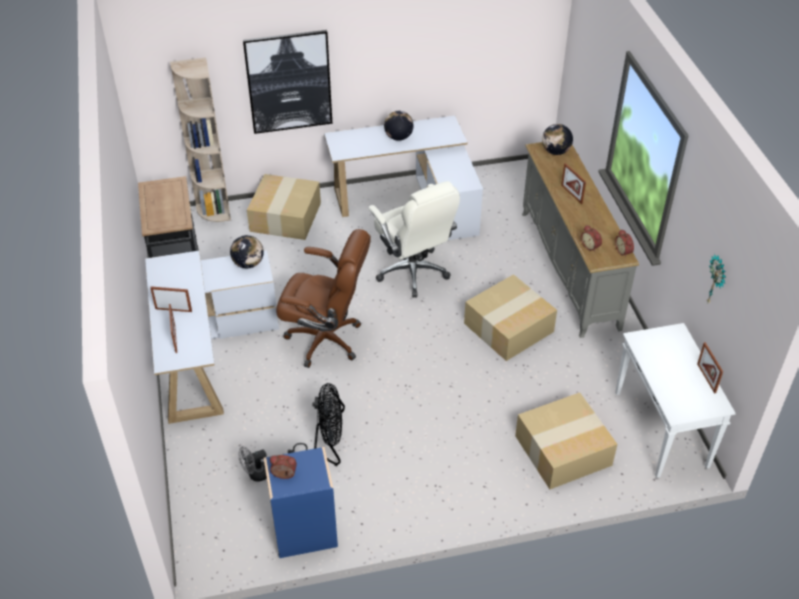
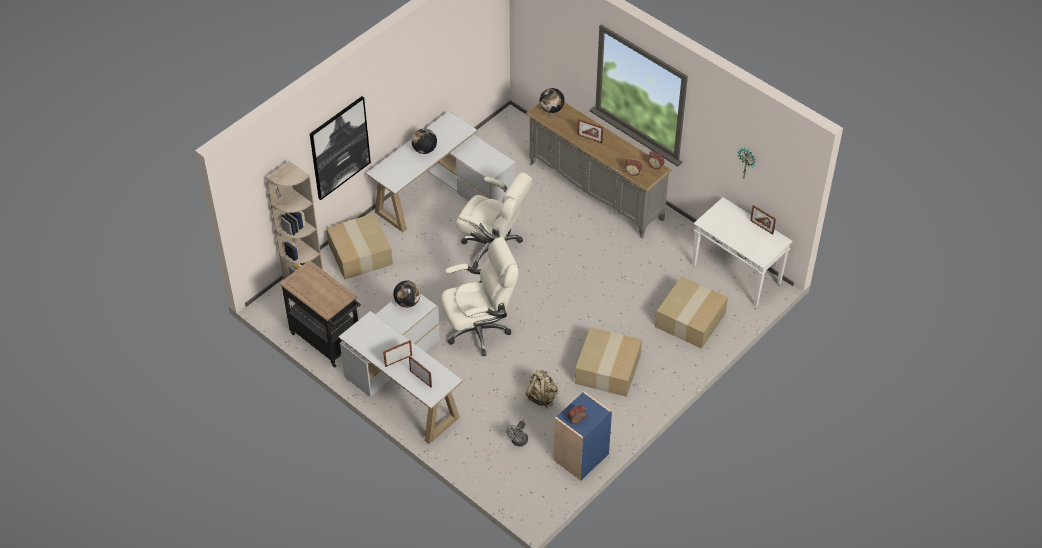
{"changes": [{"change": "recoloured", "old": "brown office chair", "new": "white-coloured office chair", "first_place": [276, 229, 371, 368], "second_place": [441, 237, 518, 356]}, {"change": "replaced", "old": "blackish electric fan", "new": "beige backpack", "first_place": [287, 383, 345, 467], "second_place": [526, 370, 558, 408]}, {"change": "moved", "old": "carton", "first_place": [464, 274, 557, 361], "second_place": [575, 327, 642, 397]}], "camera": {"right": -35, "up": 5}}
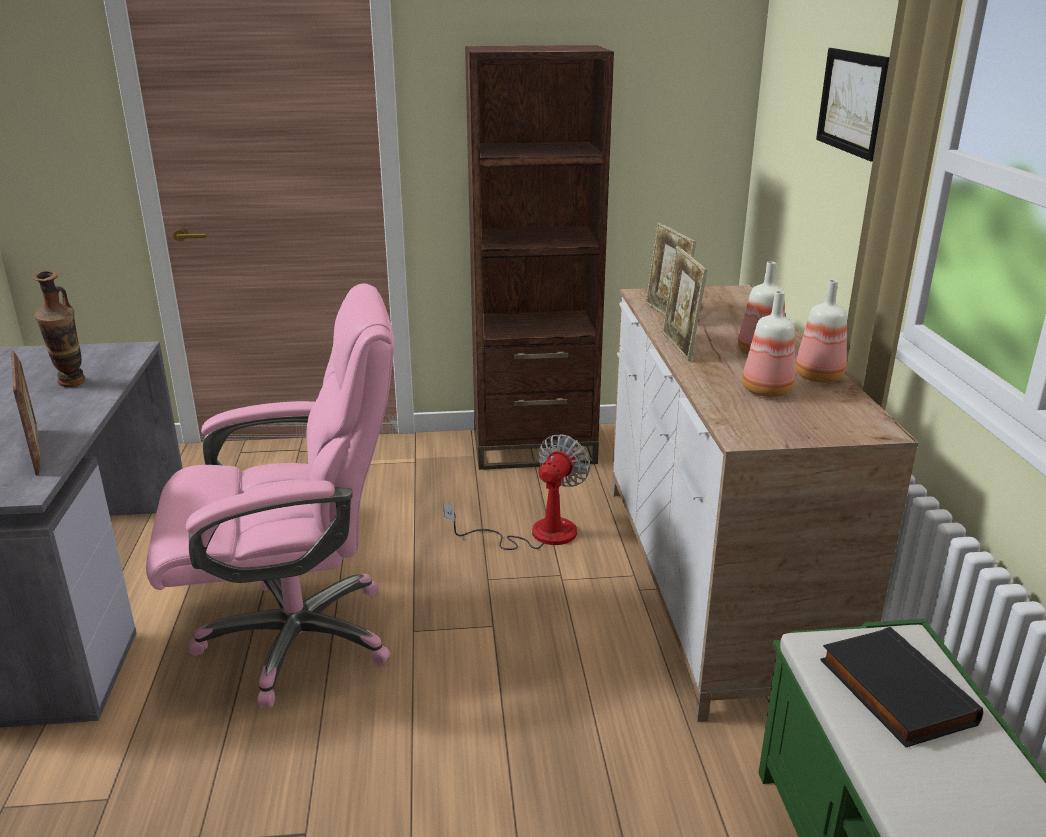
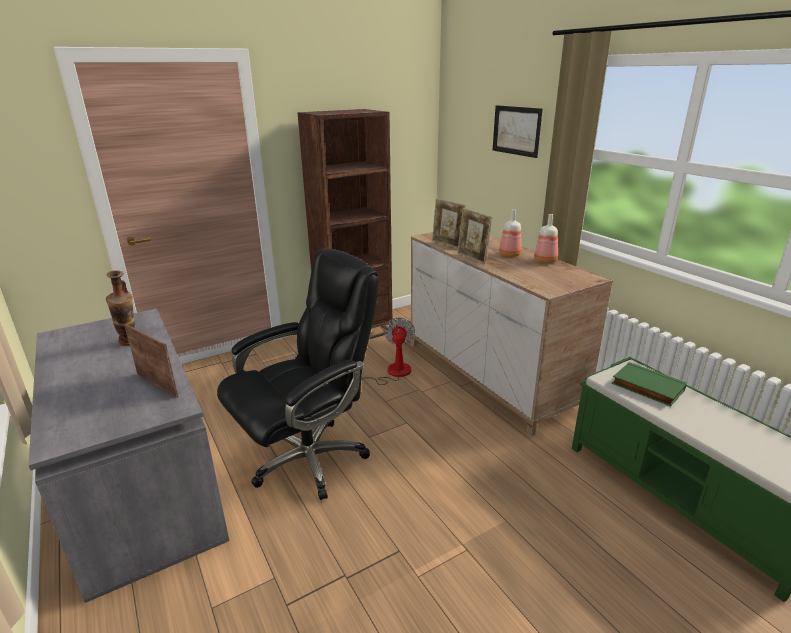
{"changes": [{"change": "recoloured", "old": "pink-coloured office chair", "new": "blackish office chair", "first_place": [146, 283, 394, 707], "second_place": [217, 249, 378, 500]}, {"change": "removed", "old": "bottle", "first_place": [742, 291, 795, 397]}, {"change": "recoloured", "old": "blackish volume", "new": "green-coloured volume", "first_place": [820, 627, 983, 747], "second_place": [612, 362, 687, 406]}], "camera": {"right": -25, "up": 0}}
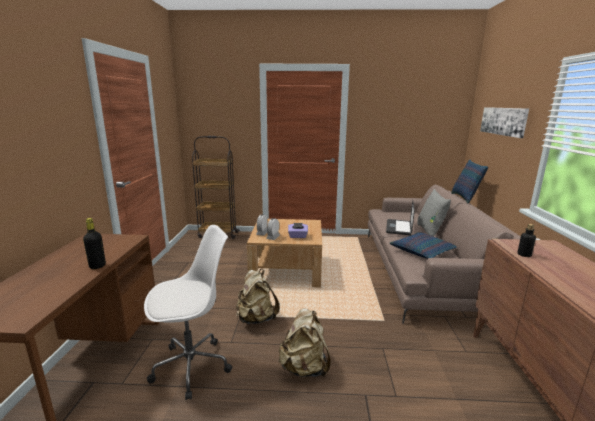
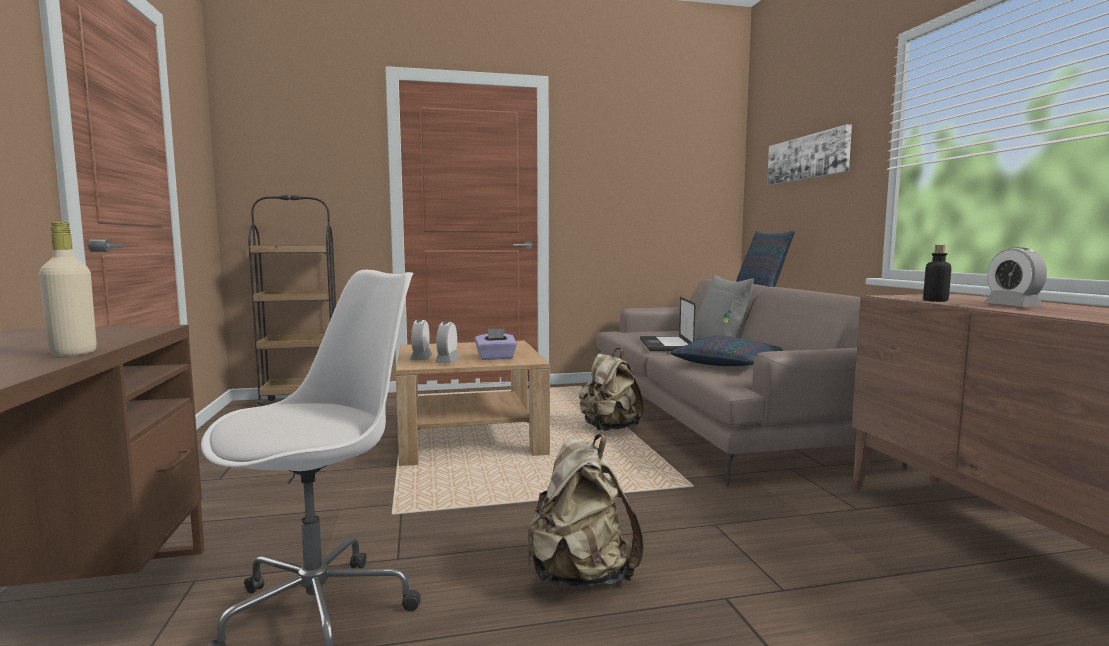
{"changes": [{"change": "recoloured", "old": "blackish bottle", "new": "beige bottle", "first_place": [83, 218, 106, 269], "second_place": [39, 222, 97, 356]}, {"change": "moved", "old": "beige backpack", "first_place": [236, 269, 279, 324], "second_place": [579, 348, 644, 431]}, {"change": "added", "new": "alarm clock", "second_place": [985, 247, 1047, 306]}], "camera": {"right": -15, "up": -10}}
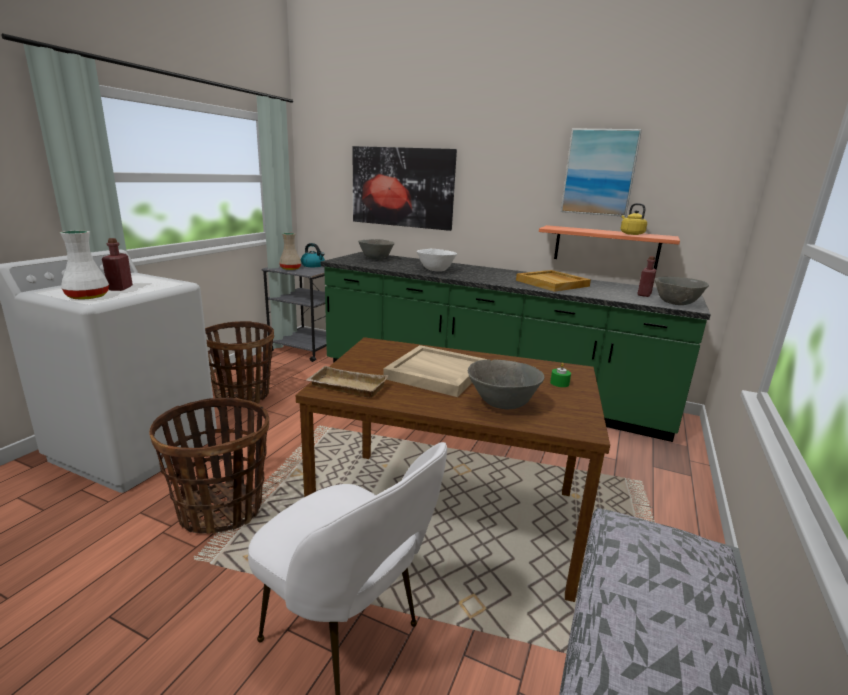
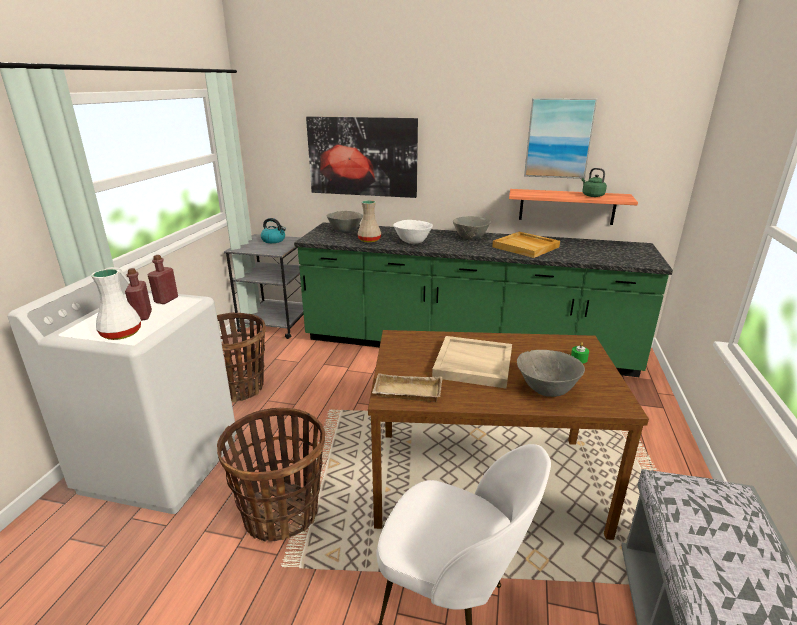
{"changes": [{"change": "moved", "old": "beige decorative vase", "first_place": [279, 233, 301, 270], "second_place": [357, 200, 381, 242]}, {"change": "recoloured", "old": "yellowish kettle", "new": "green-coloured kettle", "first_place": [621, 203, 647, 235], "second_place": [581, 168, 607, 197]}, {"change": "moved", "old": "reddish bottle", "first_place": [637, 256, 656, 297], "second_place": [148, 255, 178, 304]}, {"change": "moved", "old": "gray serving bowl", "first_place": [654, 277, 709, 305], "second_place": [453, 216, 491, 240]}], "camera": {"right": -10, "up": 5}}
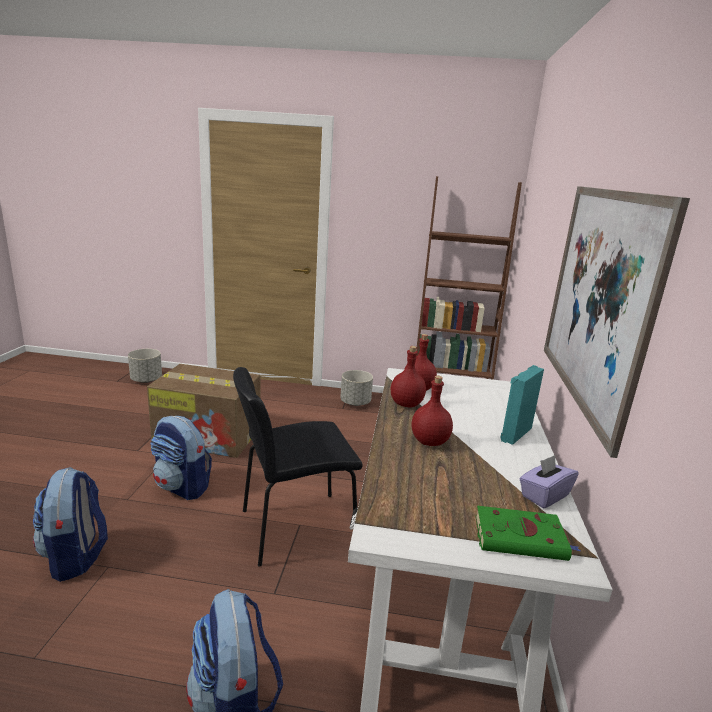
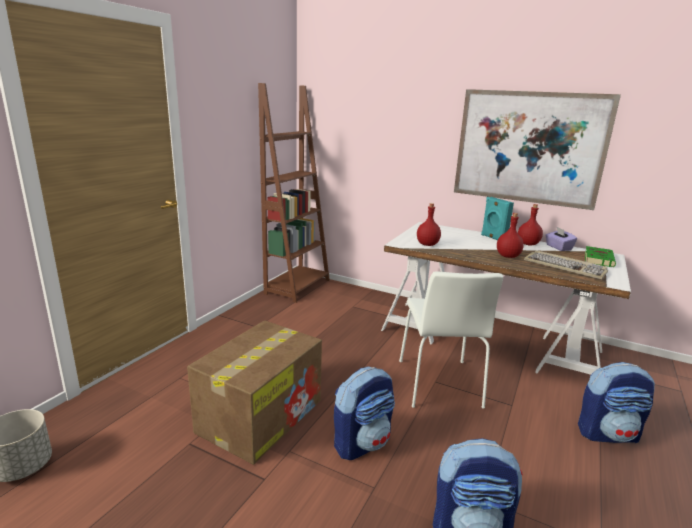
{"changes": [{"change": "recoloured", "old": "blackish chair", "new": "white-coloured chair", "first_place": [233, 367, 363, 567], "second_place": [399, 272, 503, 409]}, {"change": "removed", "old": "gray planter", "first_place": [340, 370, 373, 406]}, {"change": "moved", "old": "reddish bottle", "first_place": [391, 346, 426, 407], "second_place": [518, 204, 543, 246]}, {"change": "added", "new": "PC keyboard", "second_place": [524, 250, 608, 279]}], "camera": {"right": -70, "up": 0}}
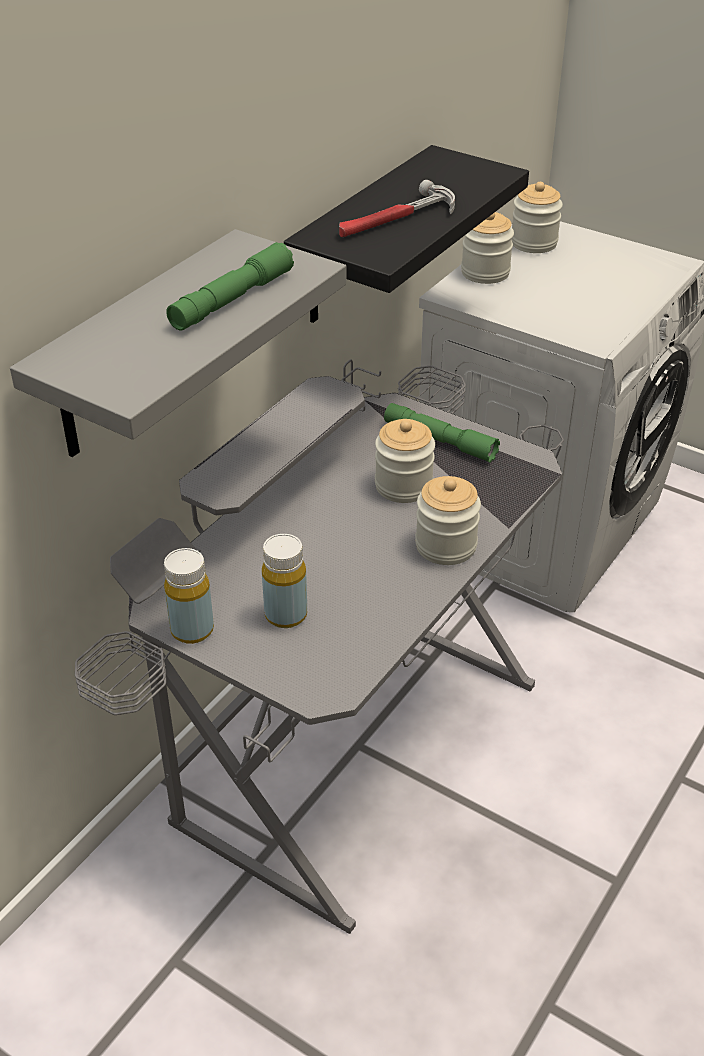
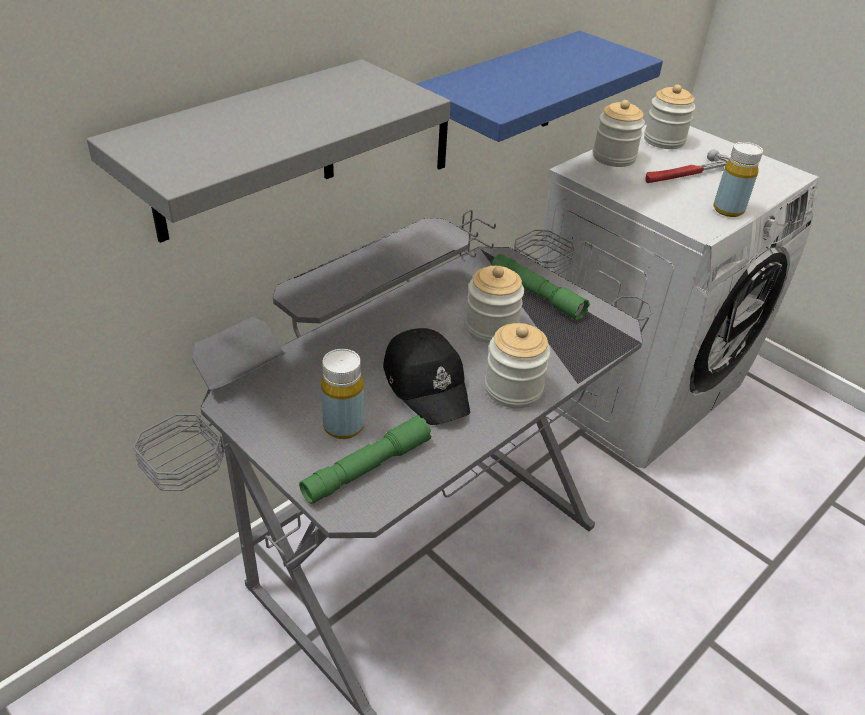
{"changes": [{"change": "moved", "old": "yellowish bottle", "first_place": [164, 548, 214, 644], "second_place": [714, 142, 763, 217]}, {"change": "moved", "old": "green-coloured torch", "first_place": [166, 242, 294, 330], "second_place": [299, 415, 432, 504]}, {"change": "recoloured", "old": "blackish bracket shelf", "new": "blue-coloured bracket shelf", "first_place": [284, 145, 529, 323], "second_place": [416, 31, 663, 170]}, {"change": "moved", "old": "hammer", "first_place": [339, 180, 455, 237], "second_place": [645, 149, 730, 183]}, {"change": "added", "new": "blackish peaked cap", "second_place": [383, 328, 470, 425]}], "camera": {"right": 10, "up": 0}}
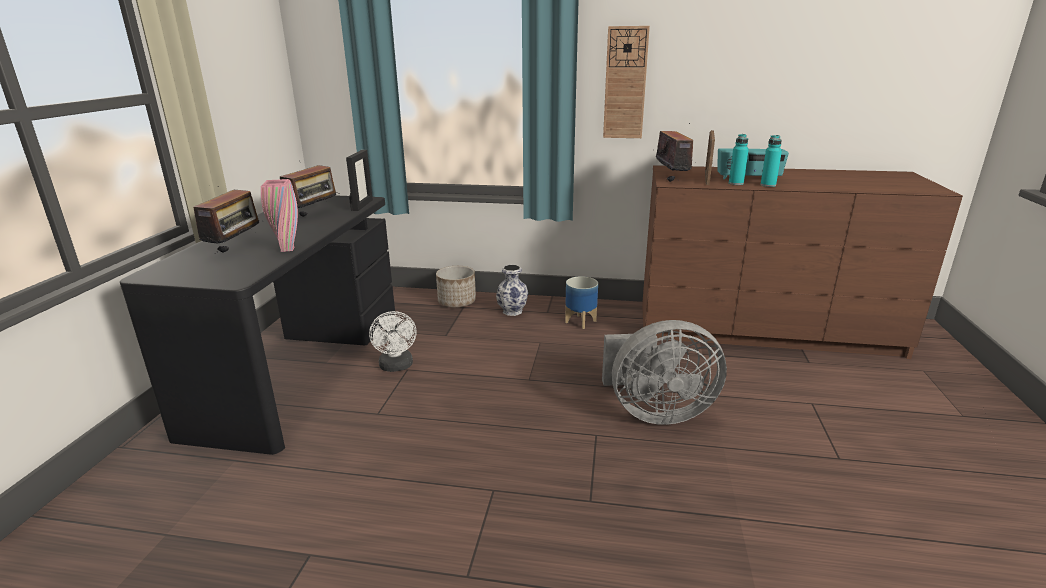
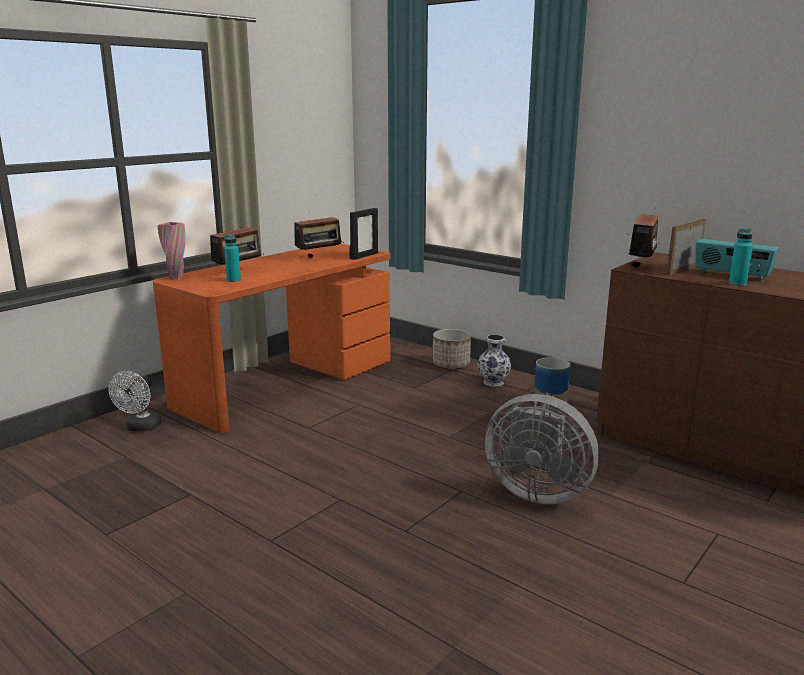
{"changes": [{"change": "recoloured", "old": "blackish desk unit", "new": "orangey desk unit", "first_place": [120, 195, 395, 455], "second_place": [153, 244, 390, 433]}, {"change": "moved", "old": "pink-coloured decorative vase", "first_place": [261, 179, 298, 252], "second_place": [158, 222, 186, 280]}, {"change": "moved", "old": "white-coloured electric fan", "first_place": [369, 311, 417, 372], "second_place": [108, 371, 162, 432]}, {"change": "removed", "old": "hanging clock", "first_place": [603, 26, 650, 138]}, {"change": "moved", "old": "turquoise-coloured bottle", "first_place": [729, 134, 749, 185], "second_place": [224, 234, 241, 282]}], "camera": {"right": 30, "up": -5}}
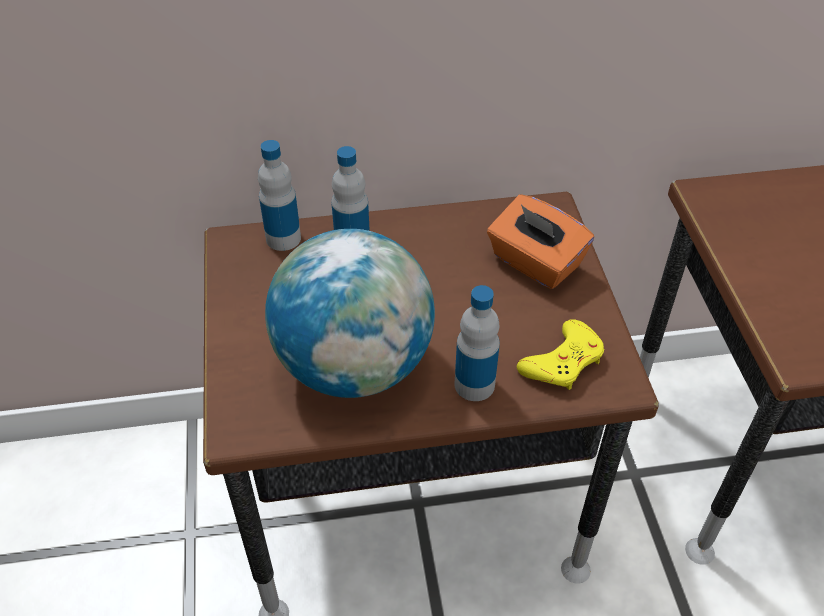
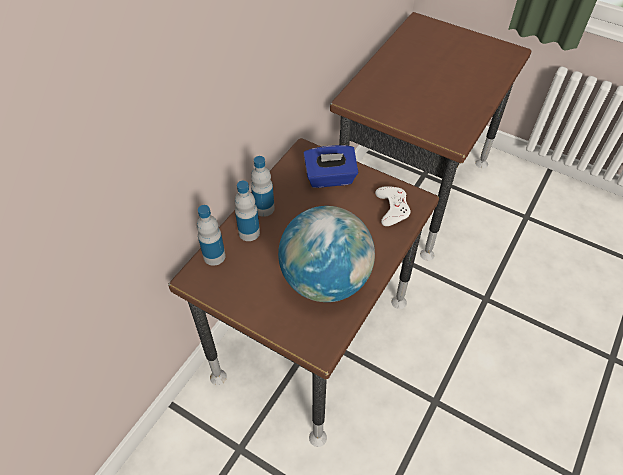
{"changes": [{"change": "moved", "old": "bottle", "first_place": [455, 285, 500, 401], "second_place": [251, 156, 275, 217]}, {"change": "recoloured", "old": "orangey tissue box", "new": "blue-coloured tissue box", "first_place": [487, 195, 594, 289], "second_place": [303, 145, 358, 188]}, {"change": "recoloured", "old": "yellowish gamepad", "new": "white-coloured gamepad", "first_place": [517, 319, 604, 390], "second_place": [375, 186, 411, 226]}], "camera": {"right": -50, "up": 5}}
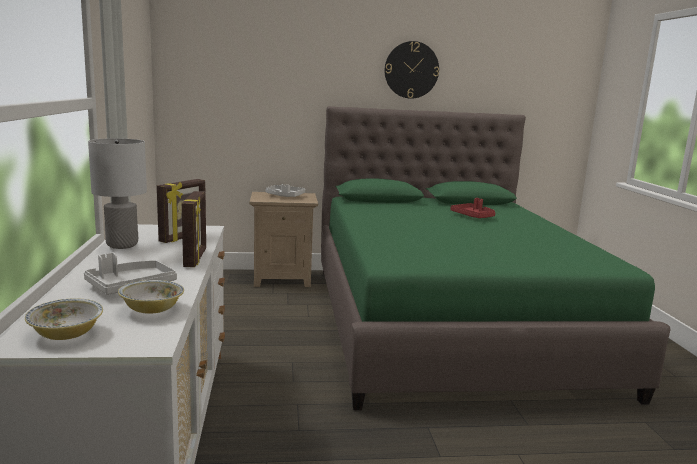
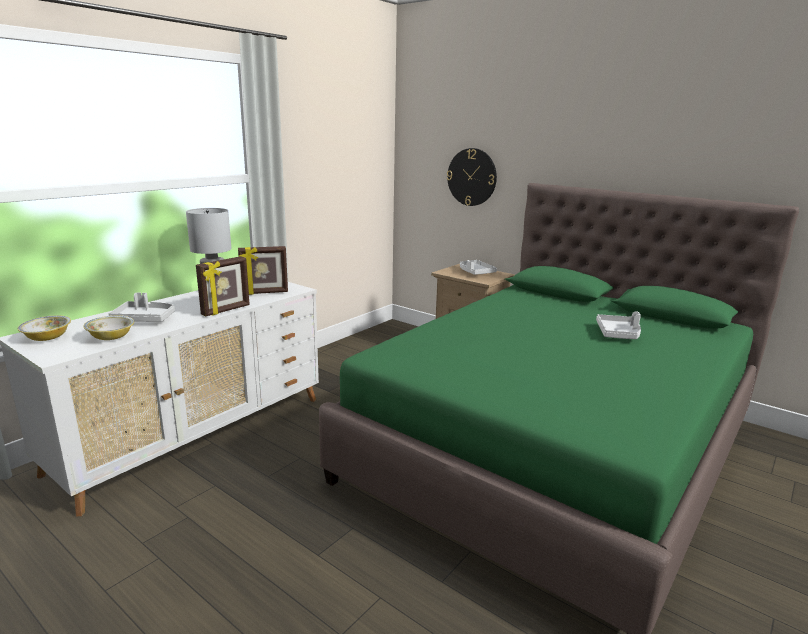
{"changes": [{"change": "moved", "old": "hanging clock", "first_place": [385, 41, 439, 99], "second_place": [447, 148, 497, 206]}, {"change": "recoloured", "old": "reddish serving tray", "new": "gray serving tray", "first_place": [450, 198, 496, 218], "second_place": [596, 311, 641, 339]}], "camera": {"right": 45, "up": 5}}
